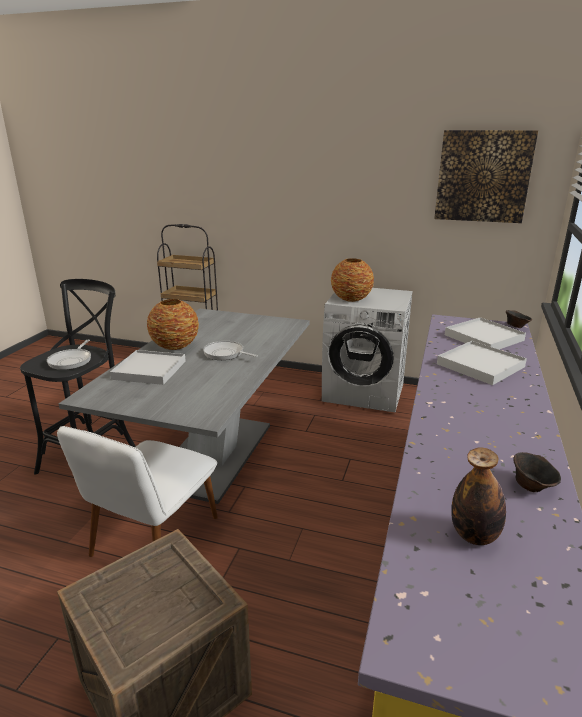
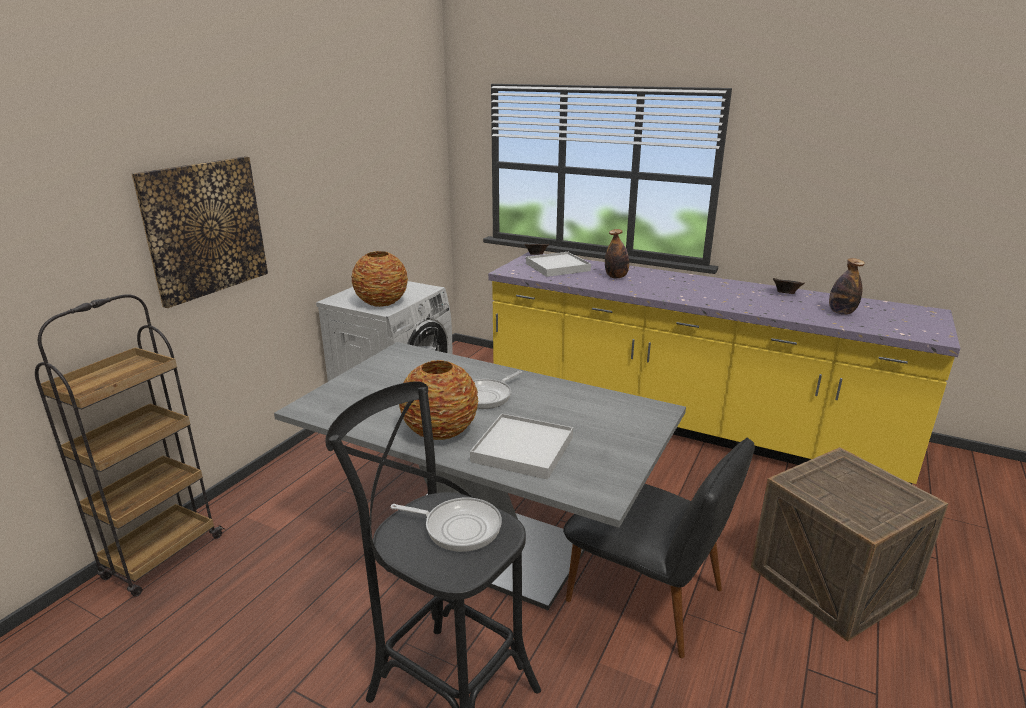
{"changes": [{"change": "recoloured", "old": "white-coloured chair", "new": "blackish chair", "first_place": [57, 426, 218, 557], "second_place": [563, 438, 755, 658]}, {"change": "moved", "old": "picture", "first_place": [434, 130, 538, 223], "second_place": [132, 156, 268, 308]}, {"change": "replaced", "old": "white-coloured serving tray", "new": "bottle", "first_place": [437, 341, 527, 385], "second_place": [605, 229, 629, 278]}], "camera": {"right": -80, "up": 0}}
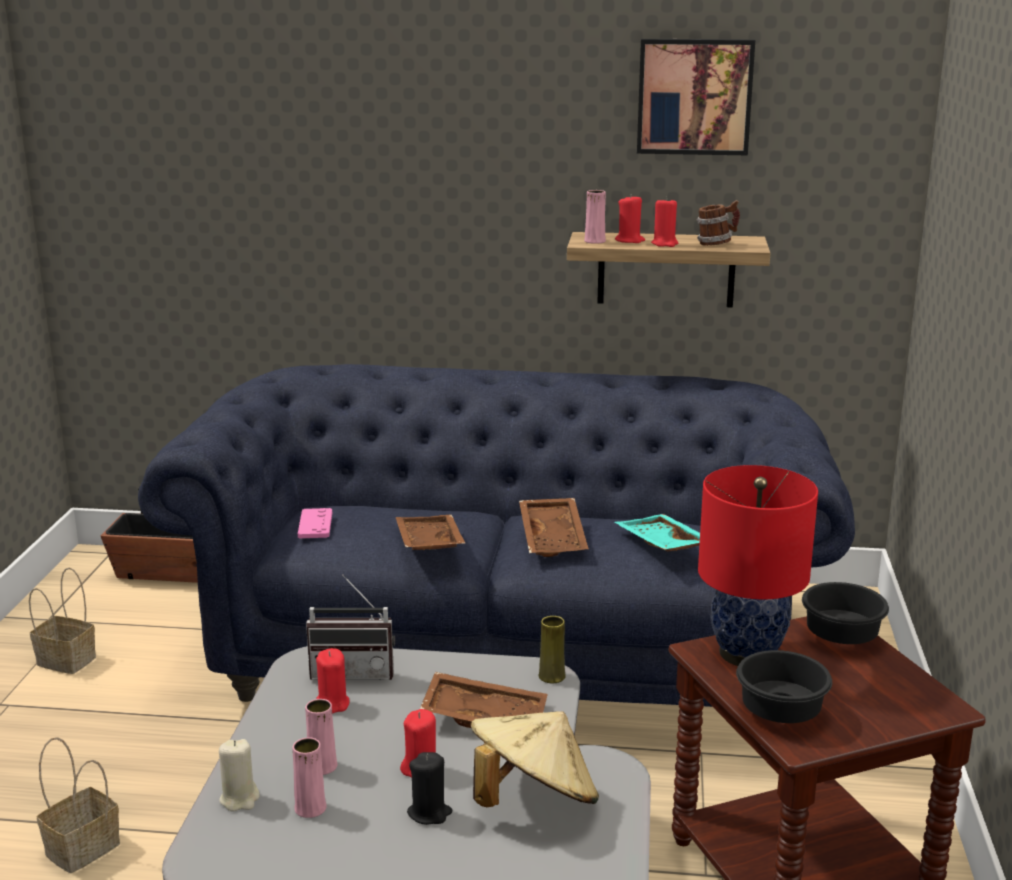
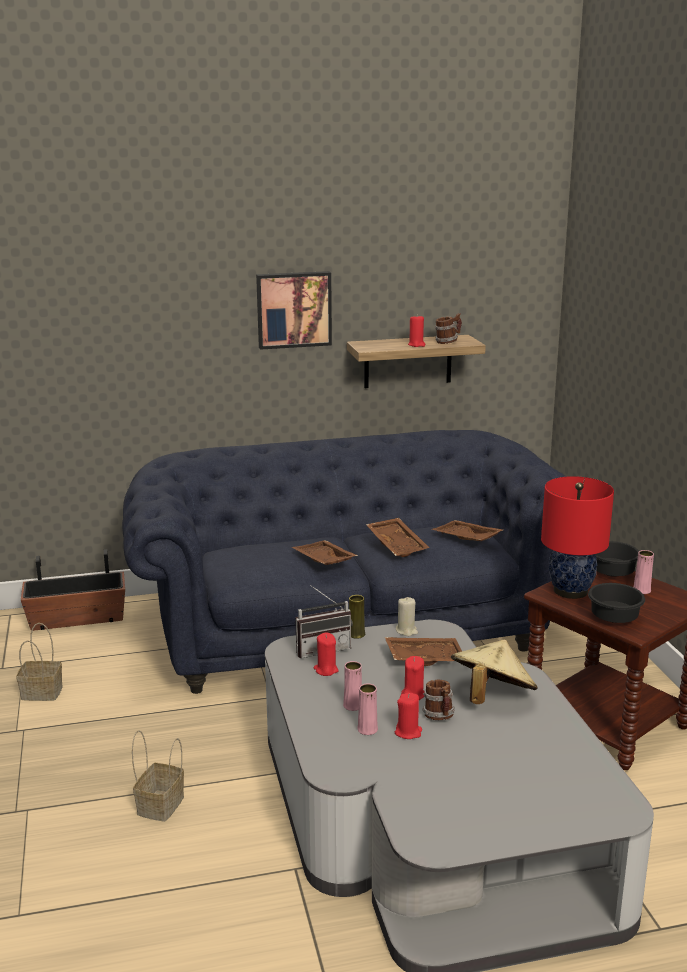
{"changes": [{"change": "moved", "old": "beige wax light", "first_place": [219, 739, 260, 811], "second_place": [396, 597, 418, 636]}, {"change": "removed", "old": "pink-coloured gamepad", "first_place": [298, 508, 332, 538]}, {"change": "replaced", "old": "blackish wax light", "new": "mug", "first_place": [407, 752, 452, 825], "second_place": [422, 680, 455, 720]}, {"change": "moved", "old": "yellowish decorative vase", "first_place": [538, 616, 566, 683], "second_place": [349, 595, 365, 639]}, {"change": "moved", "old": "pink-coloured decorative vase", "first_place": [584, 190, 606, 244], "second_place": [634, 550, 654, 594]}, {"change": "moved", "old": "reddish wax light", "first_place": [615, 194, 645, 243], "second_place": [395, 693, 422, 739]}, {"change": "recoloured", "old": "turquoise-coloured serving tray", "new": "brown serving tray", "first_place": [615, 514, 700, 552], "second_place": [432, 520, 503, 541]}, {"change": "moved", "old": "picture", "first_place": [637, 39, 755, 155], "second_place": [256, 271, 332, 350]}], "camera": {"right": -20, "up": 0}}
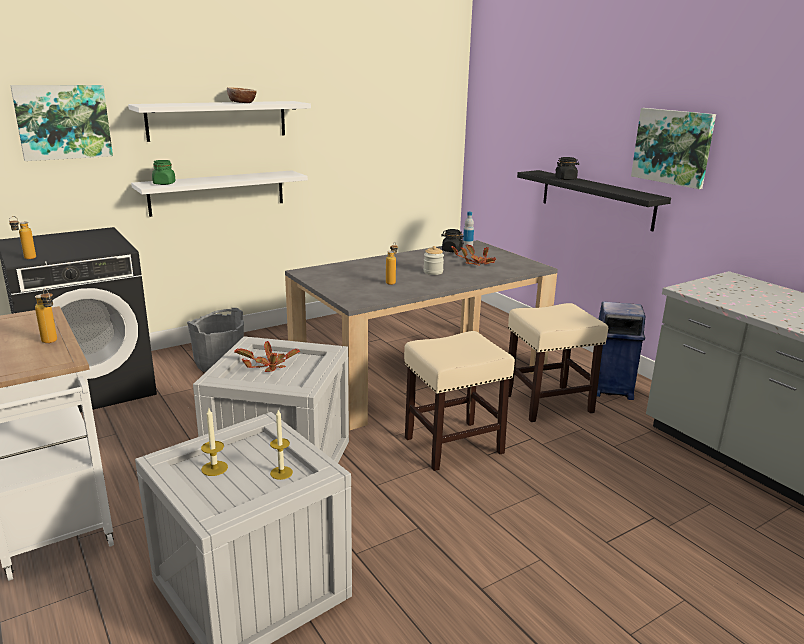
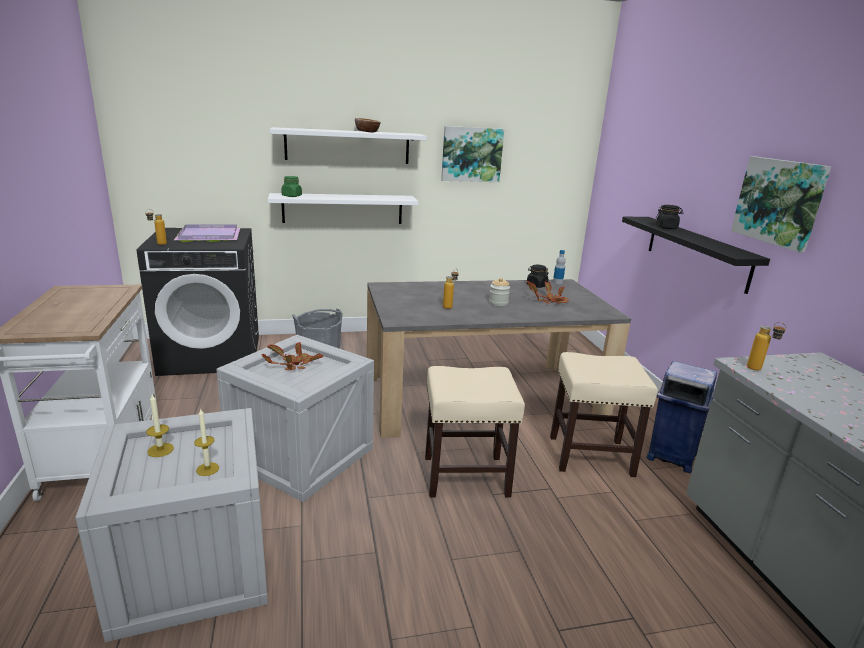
{"changes": [{"change": "moved", "old": "picture", "first_place": [10, 85, 113, 161], "second_place": [441, 126, 504, 182]}, {"change": "moved", "old": "bottle", "first_place": [35, 288, 57, 343], "second_place": [747, 322, 786, 371]}, {"change": "added", "new": "purple serving tray", "second_place": [174, 224, 241, 242]}], "camera": {"right": 20, "up": 0}}
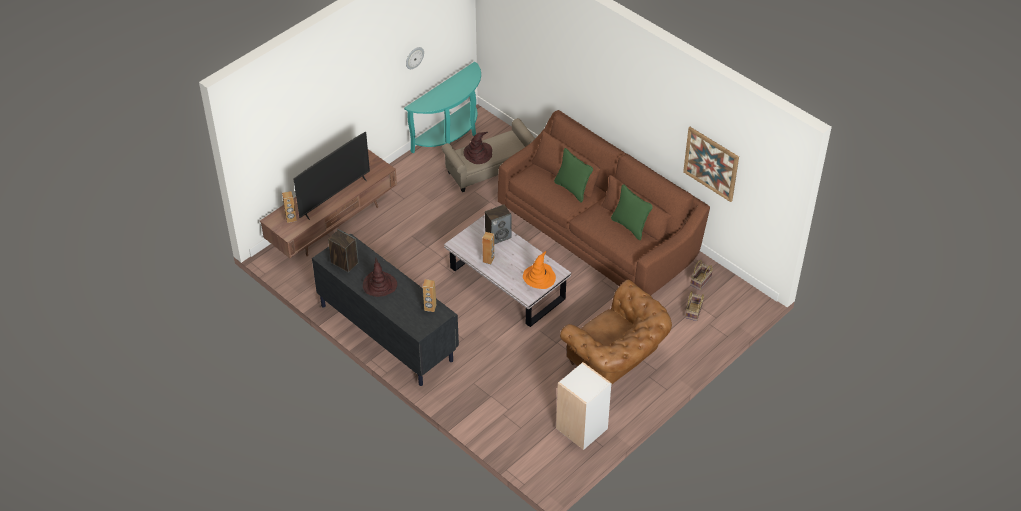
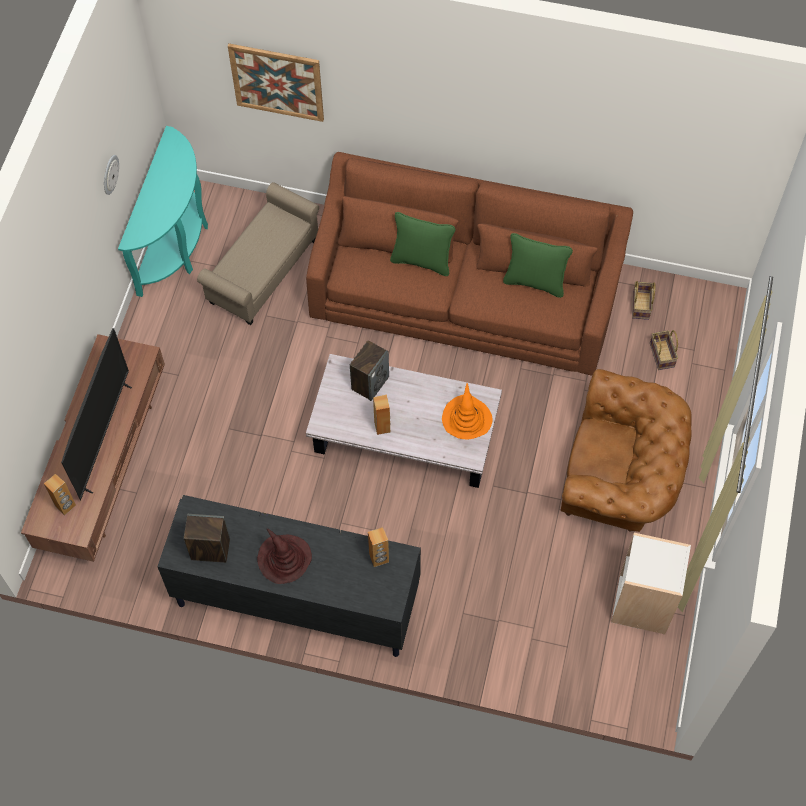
{"changes": [{"change": "removed", "old": "brown hat", "first_place": [463, 132, 492, 164]}, {"change": "moved", "old": "picture", "first_place": [683, 127, 739, 202], "second_place": [228, 43, 324, 122]}], "camera": {"right": -30, "up": 15}}
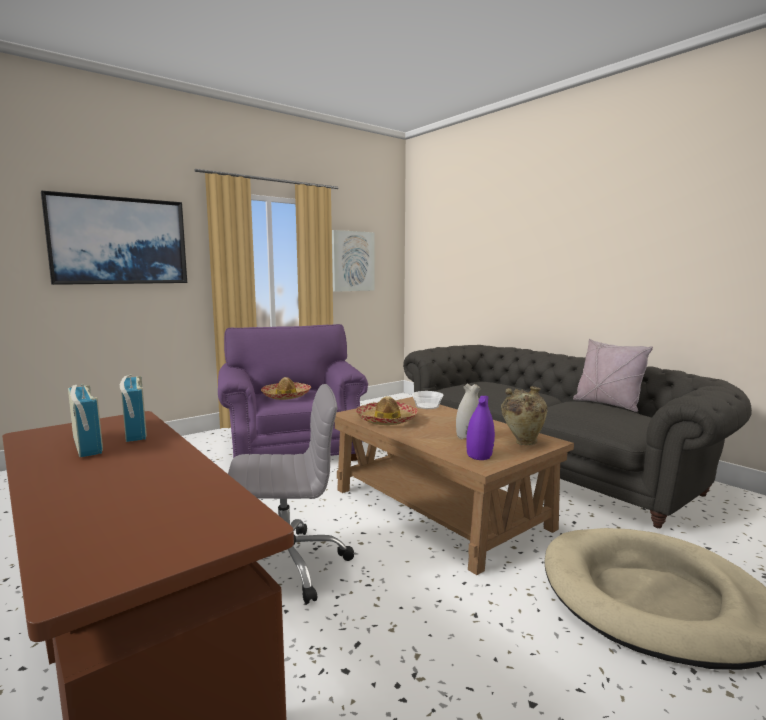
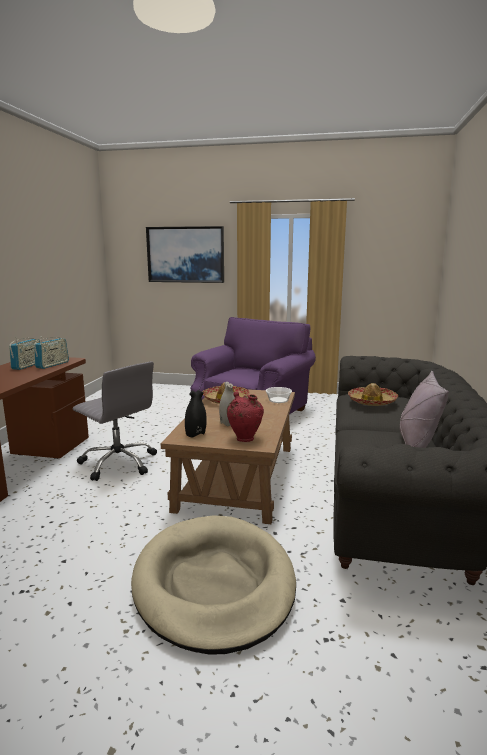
{"changes": [{"change": "moved", "old": "hat", "first_place": [261, 377, 311, 400], "second_place": [348, 383, 398, 406]}, {"change": "removed", "old": "picture", "first_place": [332, 230, 375, 292]}, {"change": "recoloured", "old": "purple decorative vase", "new": "blackish decorative vase", "first_place": [466, 396, 495, 460], "second_place": [185, 390, 207, 438]}, {"change": "recoloured", "old": "beige decorative vase", "new": "reddish decorative vase", "first_place": [501, 386, 548, 445], "second_place": [227, 391, 264, 442]}], "camera": {"right": 50, "up": 5}}
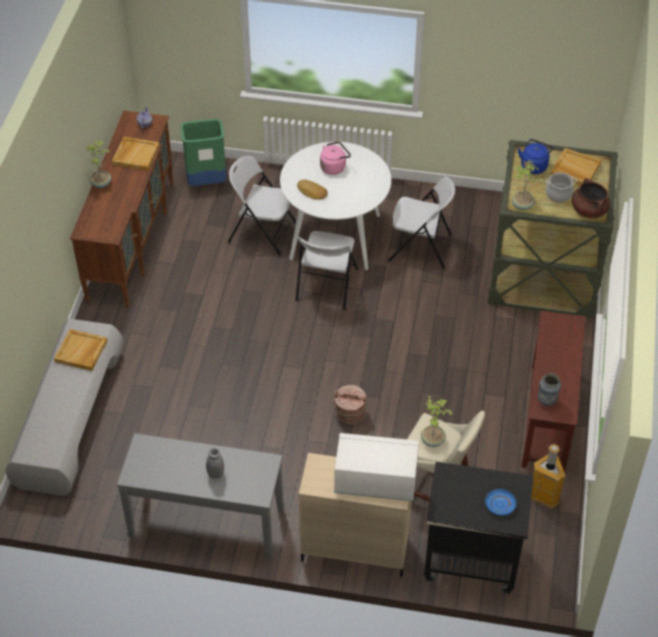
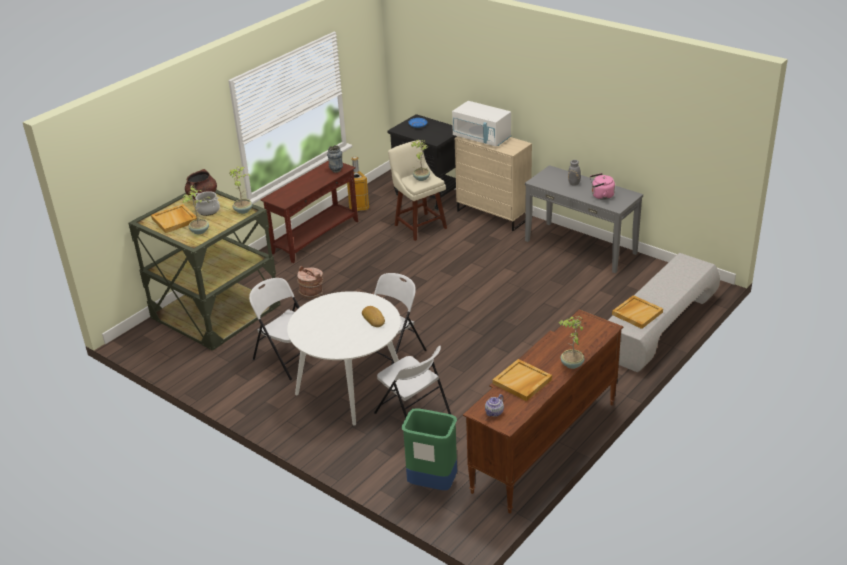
{"changes": [{"change": "moved", "old": "pink-coloured kettle", "first_place": [320, 141, 351, 175], "second_place": [590, 173, 615, 200]}, {"change": "moved", "old": "brown bucket", "first_place": [333, 385, 367, 424], "second_place": [297, 266, 324, 299]}, {"change": "replaced", "old": "blue-coloured kettle", "new": "potted plant", "first_place": [518, 139, 554, 174], "second_place": [183, 185, 211, 234]}], "camera": {"right": -150, "up": -15}}
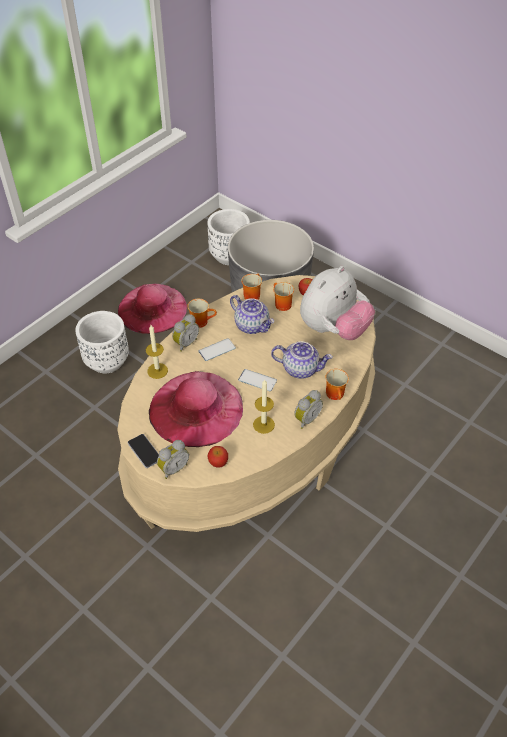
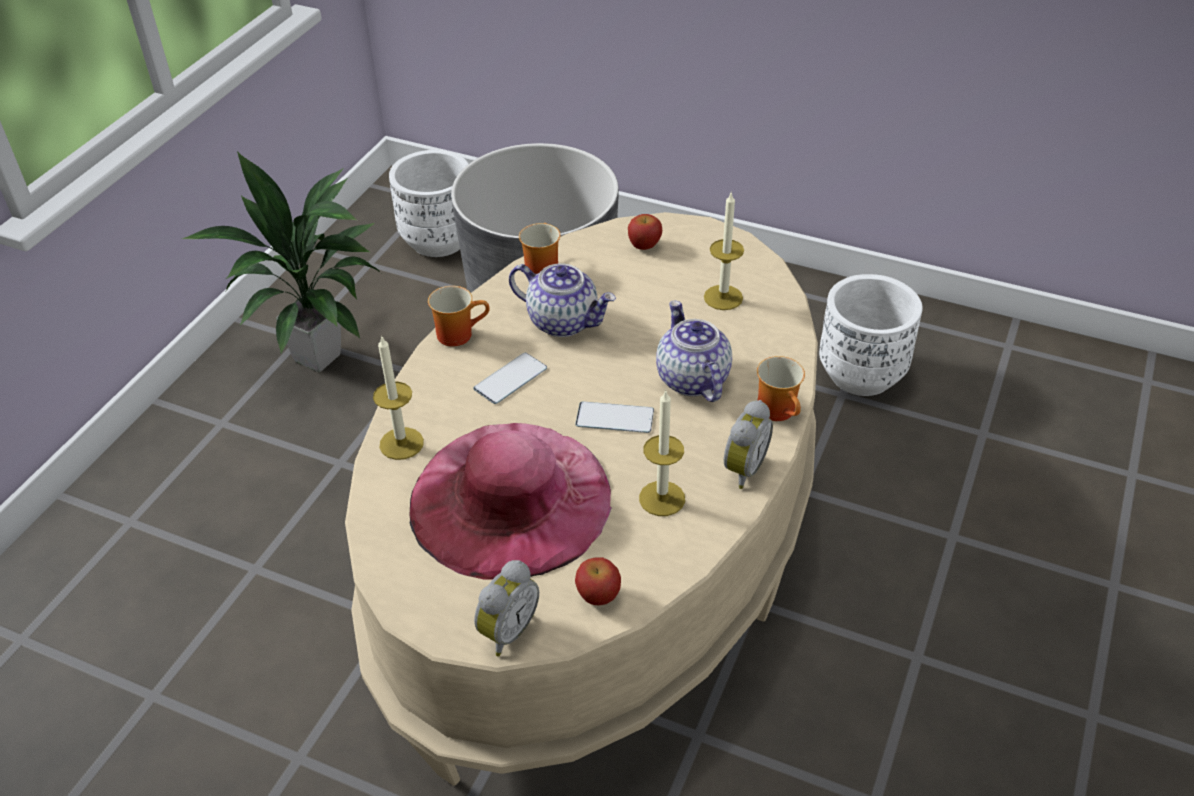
{"changes": [{"change": "moved", "old": "white-coloured planter", "first_place": [75, 311, 129, 373], "second_place": [819, 274, 923, 396]}, {"change": "replaced", "old": "pink-coloured hat", "new": "potted plant", "first_place": [118, 284, 187, 334], "second_place": [181, 151, 381, 372]}, {"change": "removed", "old": "phone", "first_place": [128, 434, 159, 468]}, {"change": "removed", "old": "alarm clock", "first_place": [172, 314, 199, 352]}, {"change": "turned", "old": "pot for tea", "first_place": [271, 341, 333, 379], "second_place": [656, 300, 732, 402], "degrees": -105}, {"change": "removed", "old": "mug", "first_place": [273, 282, 294, 311]}, {"change": "replaced", "old": "plush toy", "new": "wax light", "first_place": [300, 266, 375, 340], "second_place": [704, 193, 744, 310]}], "camera": {"right": -15, "up": -5}}
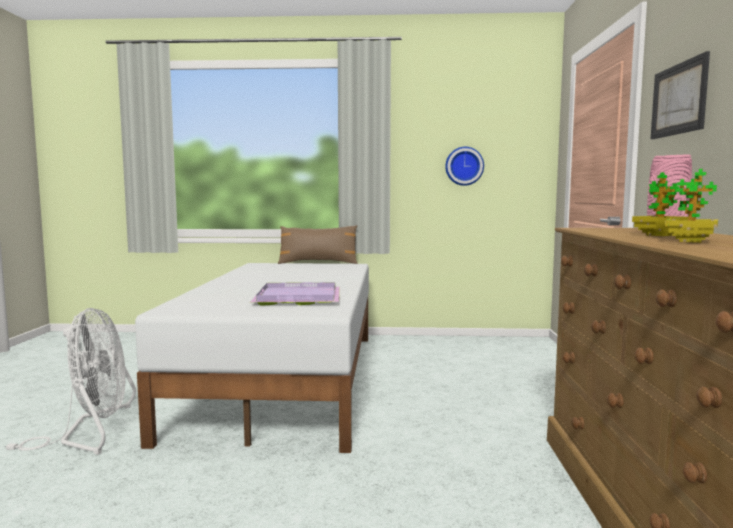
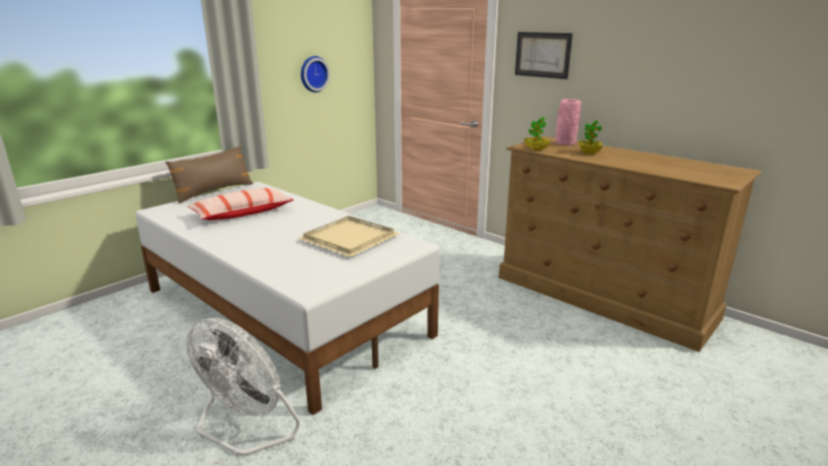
{"changes": [{"change": "recoloured", "old": "purple serving tray", "new": "beige serving tray", "first_place": [251, 282, 340, 306], "second_place": [297, 216, 400, 257]}, {"change": "moved", "old": "potted plant", "first_place": [665, 169, 718, 243], "second_place": [524, 117, 550, 151]}, {"change": "added", "new": "throw pillow", "second_place": [188, 188, 294, 220]}], "camera": {"right": -50, "up": 15}}
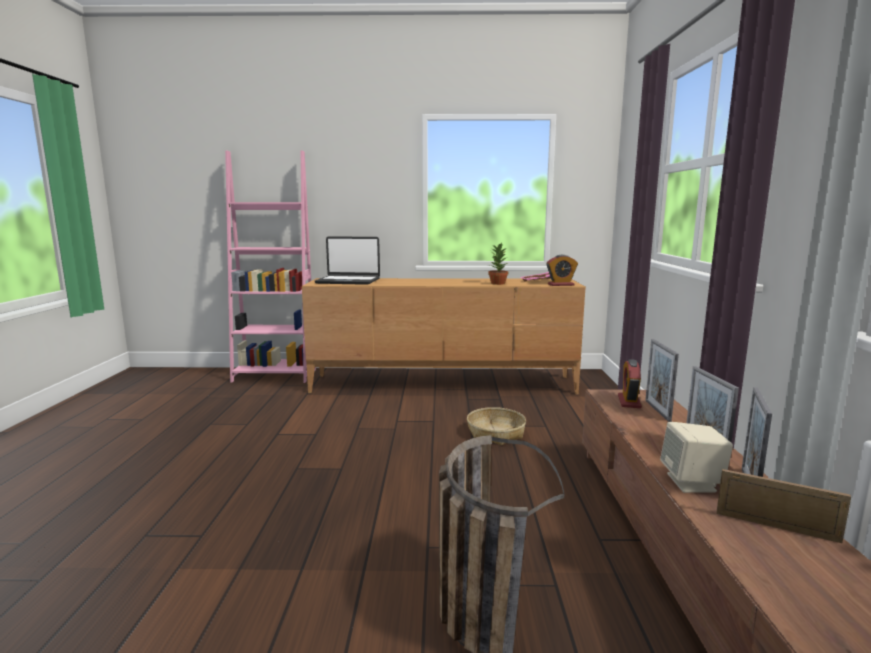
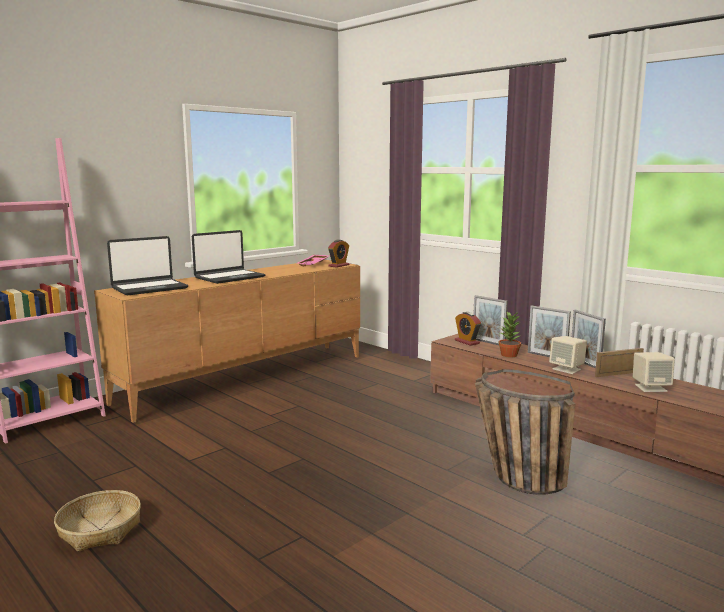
{"changes": [{"change": "moved", "old": "storage basket", "first_place": [467, 407, 526, 445], "second_place": [54, 490, 141, 552]}, {"change": "moved", "old": "potted plant", "first_place": [488, 243, 508, 285], "second_place": [498, 312, 521, 358]}, {"change": "added", "new": "portable computer", "second_place": [192, 230, 266, 284]}, {"change": "added", "new": "beige audio speaker", "second_place": [633, 352, 675, 392]}], "camera": {"right": -45, "up": 0}}
